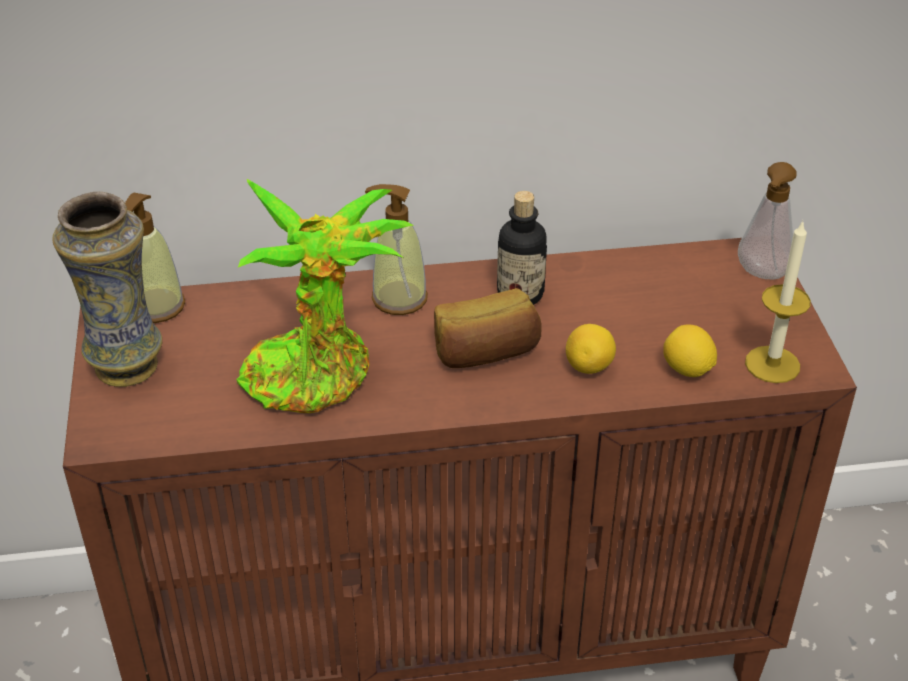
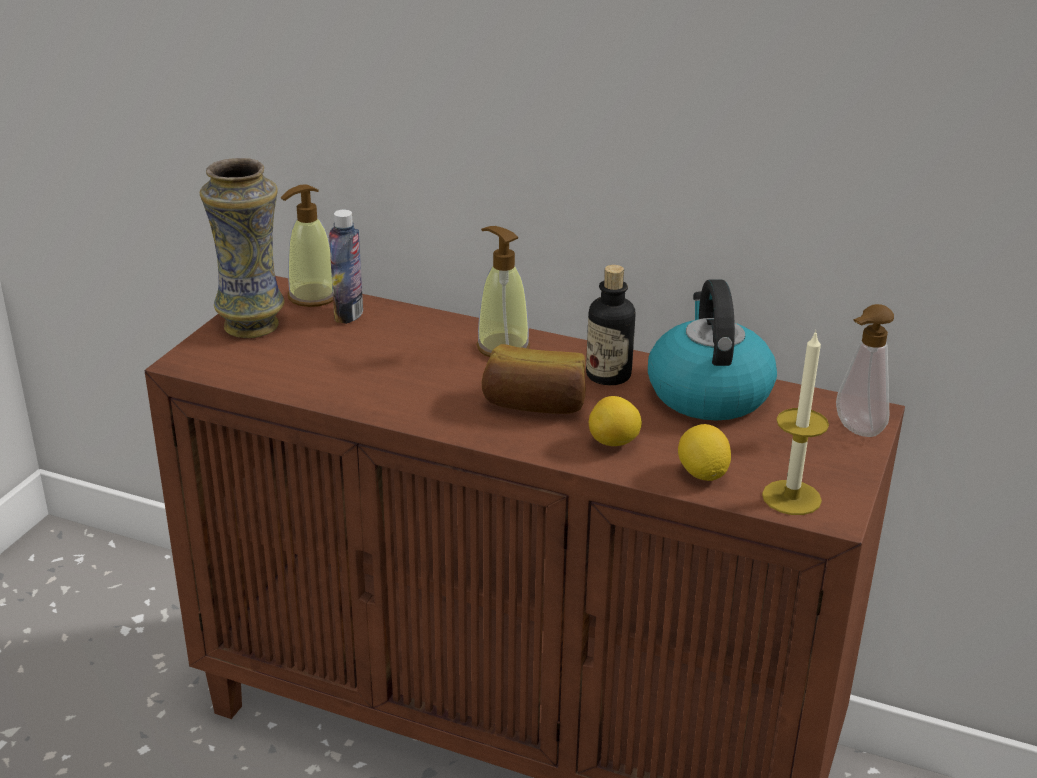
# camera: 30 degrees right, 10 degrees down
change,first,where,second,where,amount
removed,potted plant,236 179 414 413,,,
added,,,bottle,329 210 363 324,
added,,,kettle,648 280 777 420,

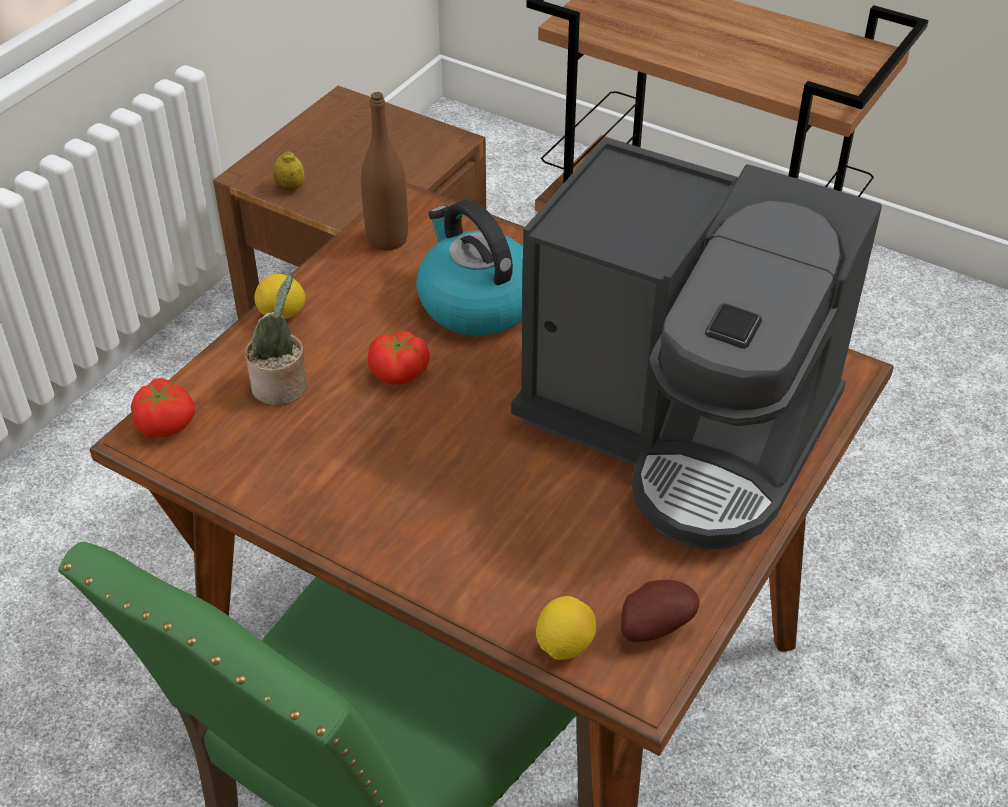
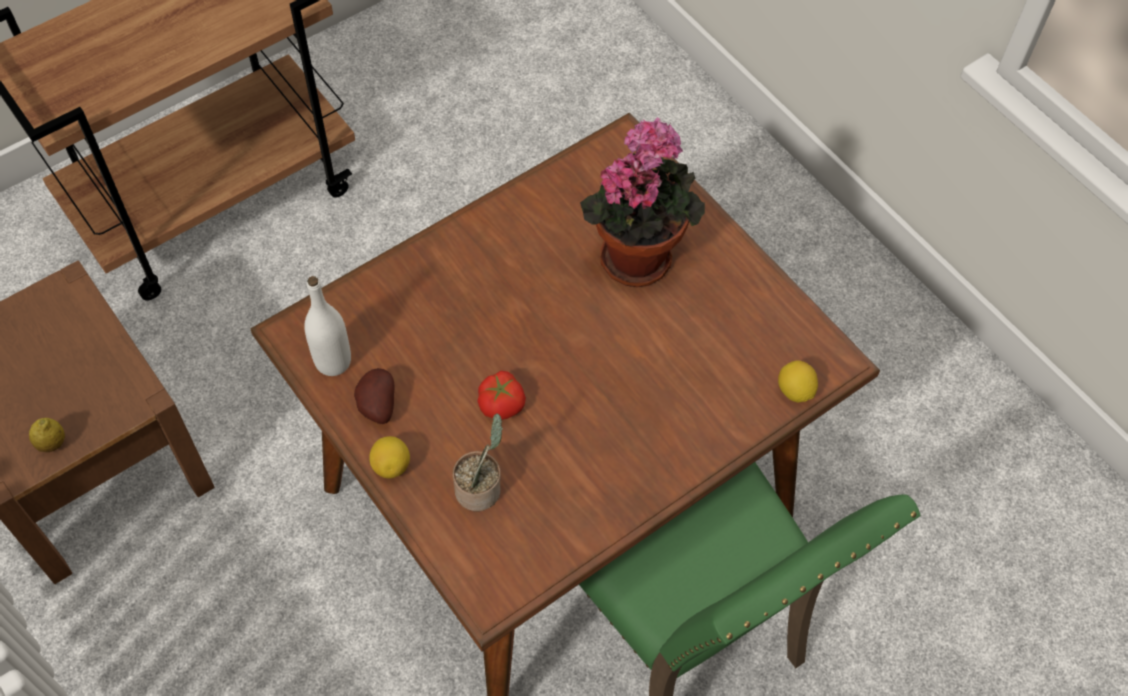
# camera: 70 degrees left, 15 degrees up
change,first,where,second,where,amount
removed,tomato,131 378 195 438,,,
recoloured,bottle (brown),361 92 408 250,bottle (white),304 276 351 376,
removed,kettle,416 199 523 336,,,
replaced,coffee machine,511 137 882 550,potted plant,580 117 705 287,
moved,potato,621 580 700 642,,354 368 395 424,

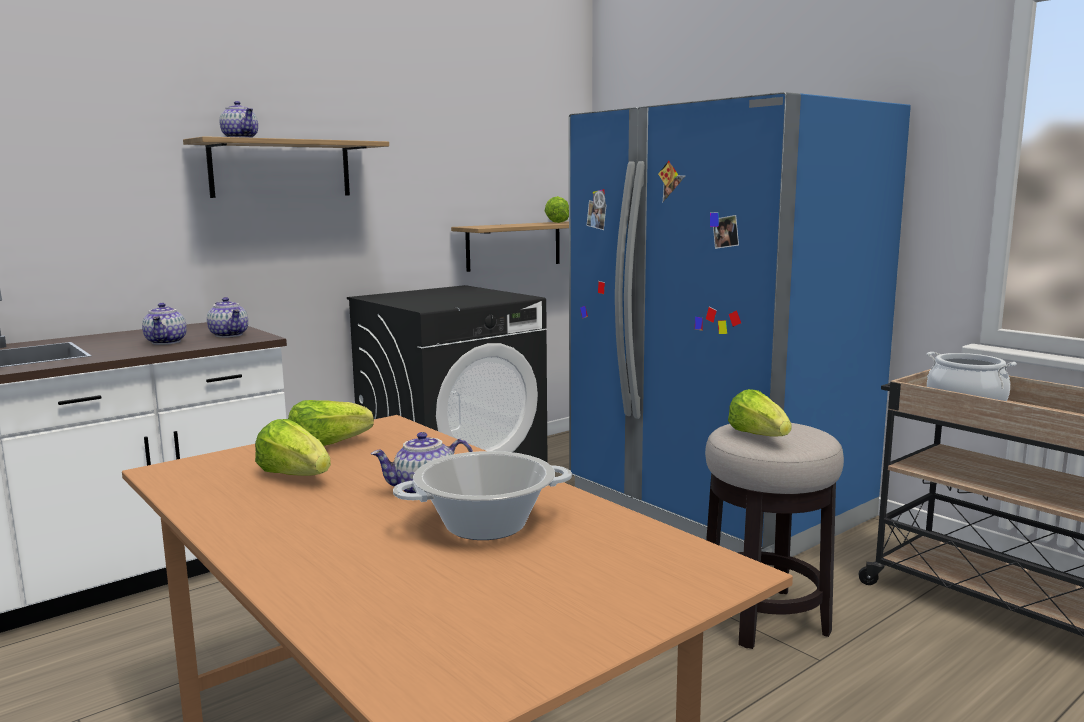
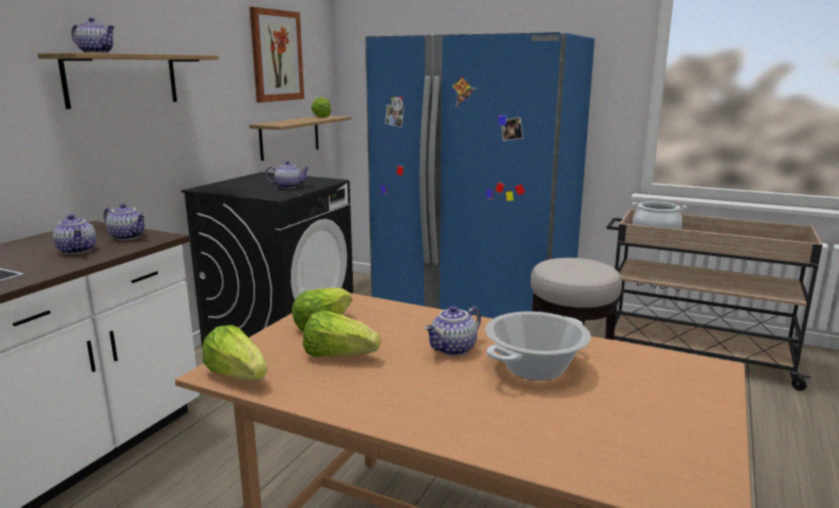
# camera: 25 degrees left, 5 degrees up
change,first,where,second,where,amount
moved,lettuce,728 389 792 437,,202 325 267 380,
added,,,picture,250 7 304 102,
added,,,teapot,265 161 310 189,

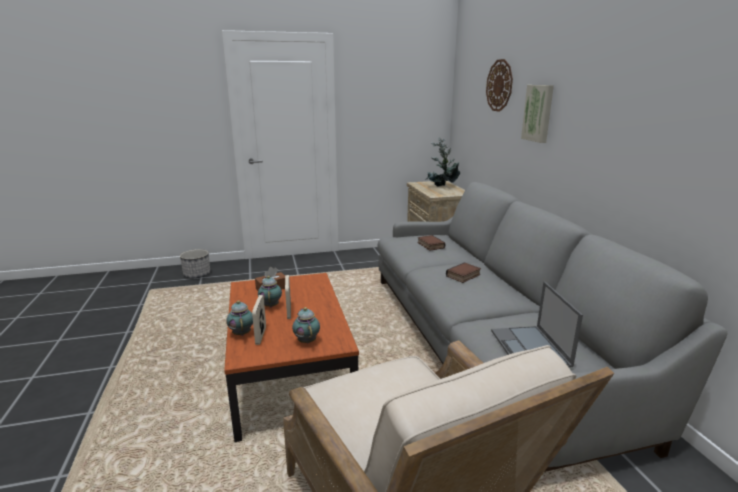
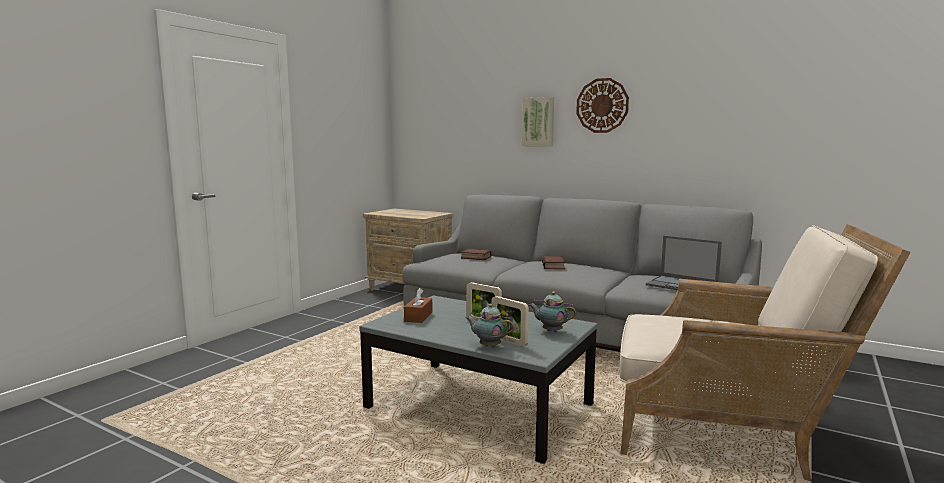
# camera: 45 degrees left, 10 degrees down
change,first,where,second,where,amount
removed,planter,180 249 210 278,,,
recoloured,coffee table (brown),224 273 359 442,coffee table (grey),359 295 598 464,
removed,teapot,258 276 282 308,,,
removed,potted plant,426 138 460 186,,,
moved,wall clock,486 59 513 112,,576 78 629 133,

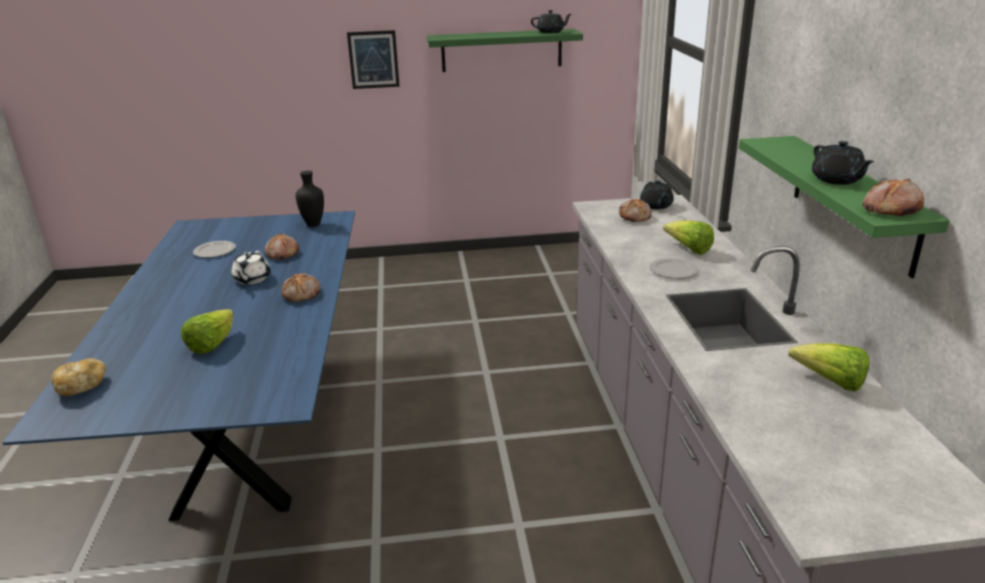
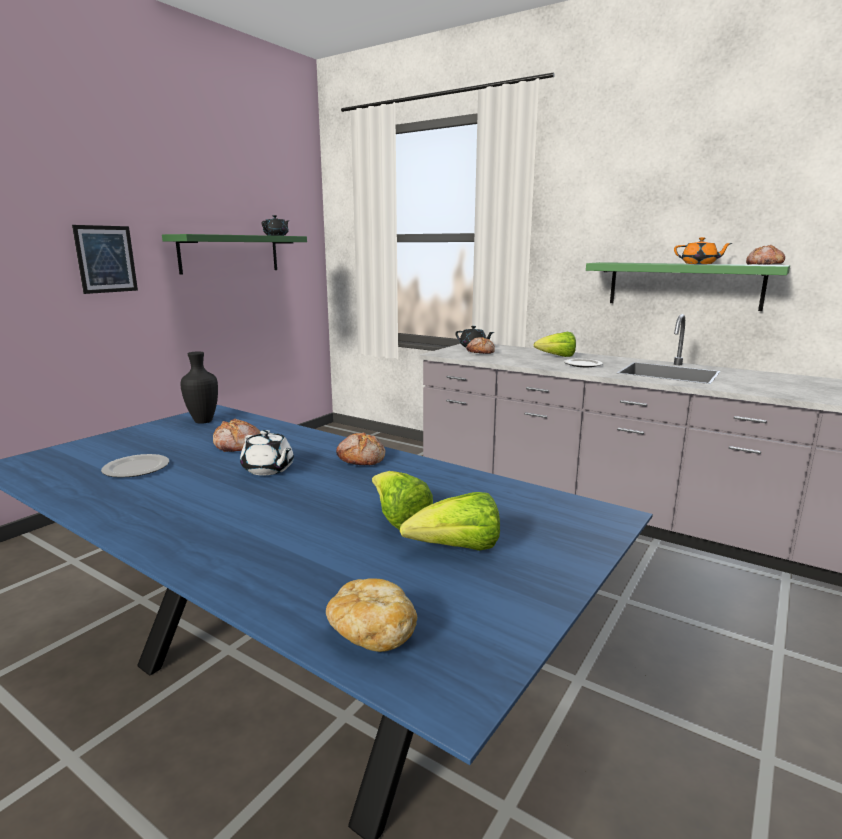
# camera: 50 degrees left, 10 degrees down
change,first,where,second,where,amount
moved,lettuce,788 343 869 392,,400 492 500 551,
recoloured,teapot (black),812 141 874 185,teapot (orange),674 237 732 264,

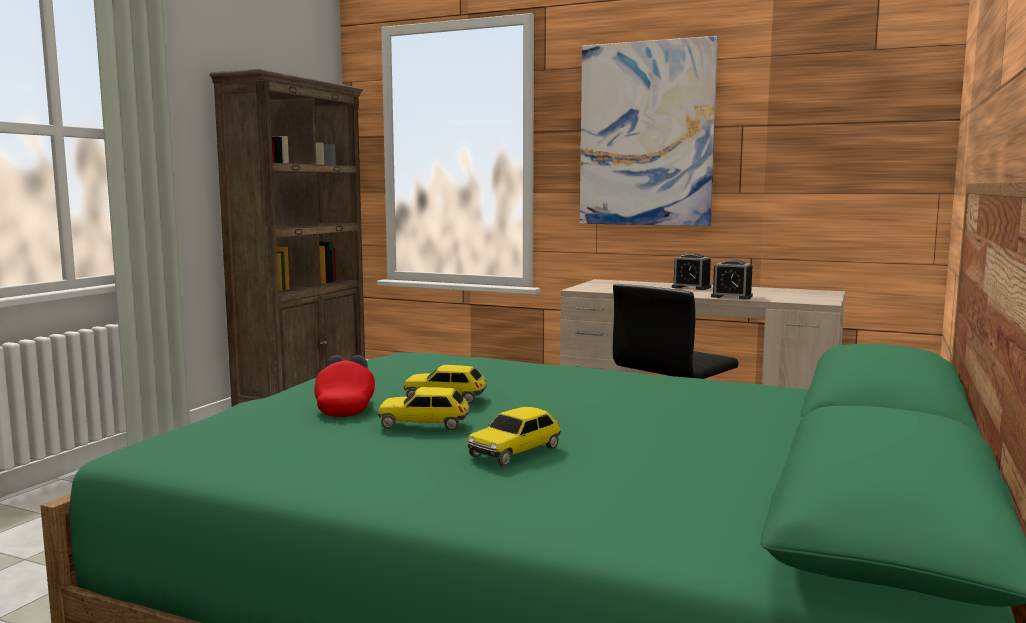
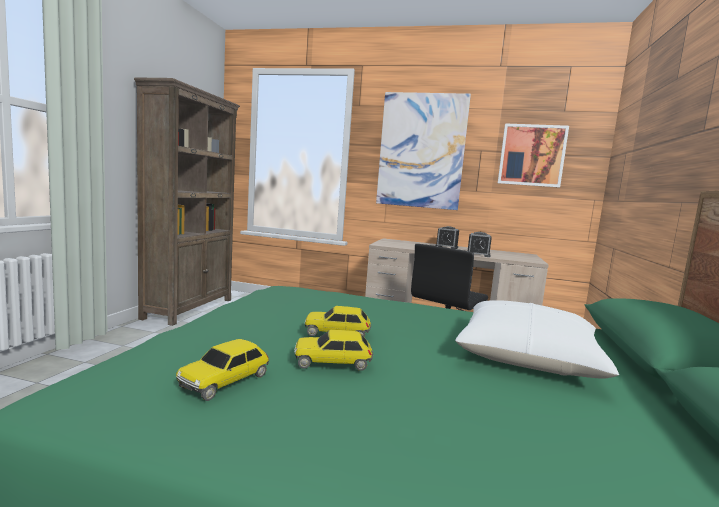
# camera: 10 degrees left, 0 degrees up
change,first,where,second,where,amount
removed,cap (red),314 355 375 417,,,
moved,toy car,467 407 561 466,,176 339 270 401,
added,,,pillow (white),455 300 619 379,
added,,,picture,498 123 569 187,

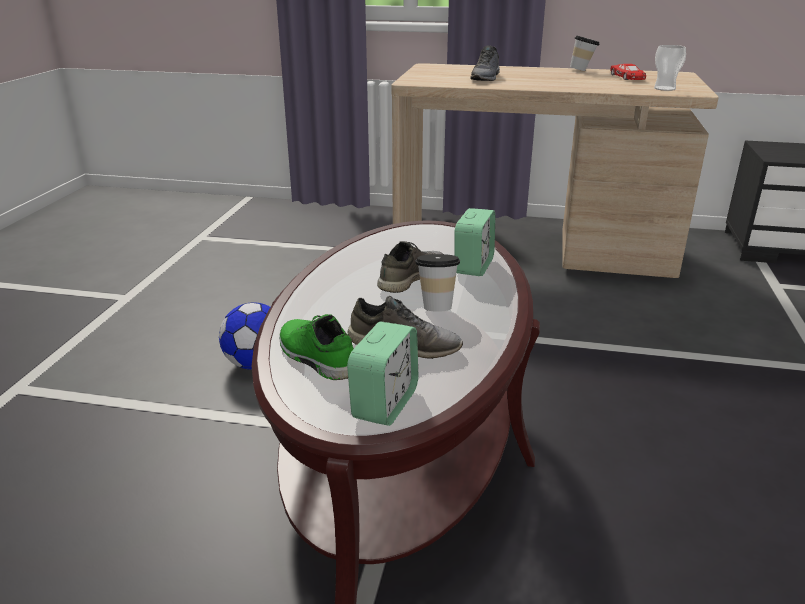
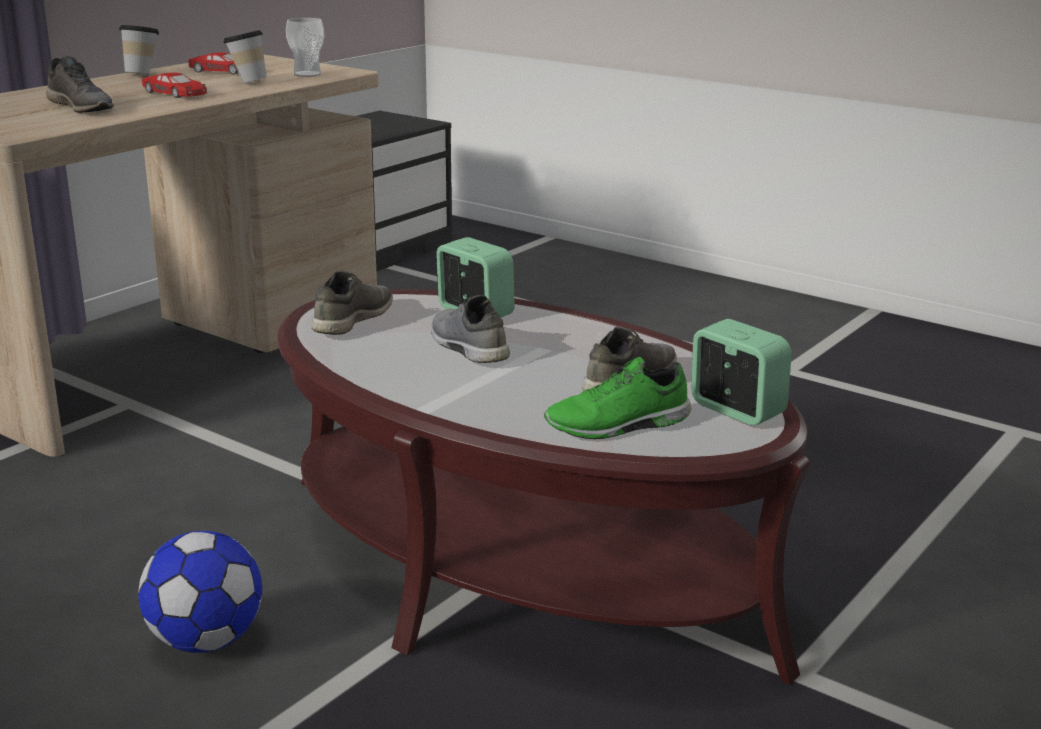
# camera: 65 degrees left, 5 degrees down
change,first,where,second,where,amount
moved,cup,415 254 460 312,,223 30 267 83,
added,,,toy car (red),142 72 207 98,
added,,,shoe (grey),311 271 393 335,

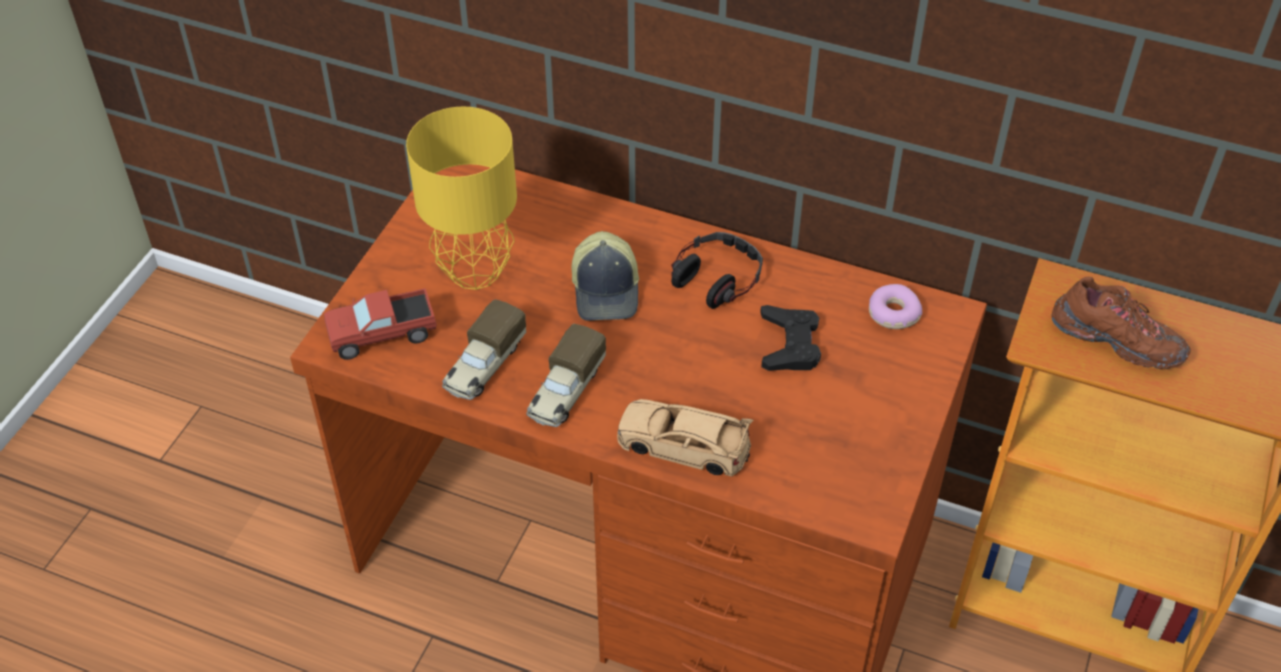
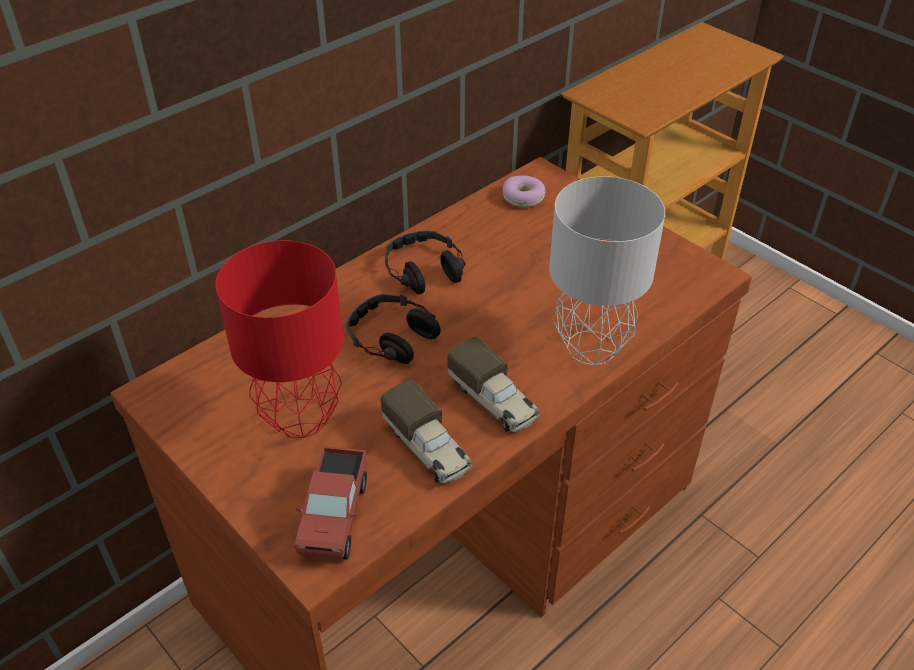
# camera: 65 degrees left, 5 degrees down
change,first,where,second,where,amount
recoloured,table lamp (yellow),406 107 517 290,table lamp (red),215 240 343 438,
replaced,cap,572 231 639 321,headphones,346 294 441 364,
replaced,toy car (beige),617 399 753 477,table lamp (grey),549 176 665 365,
removed,game controller (black),760 305 821 371,,,
removed,shoe (brown),1051 277 1190 369,,,

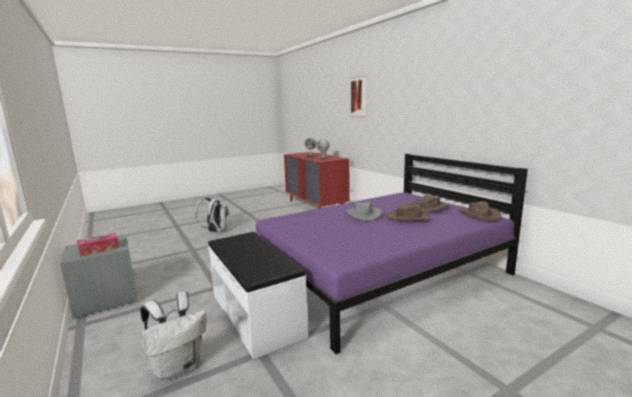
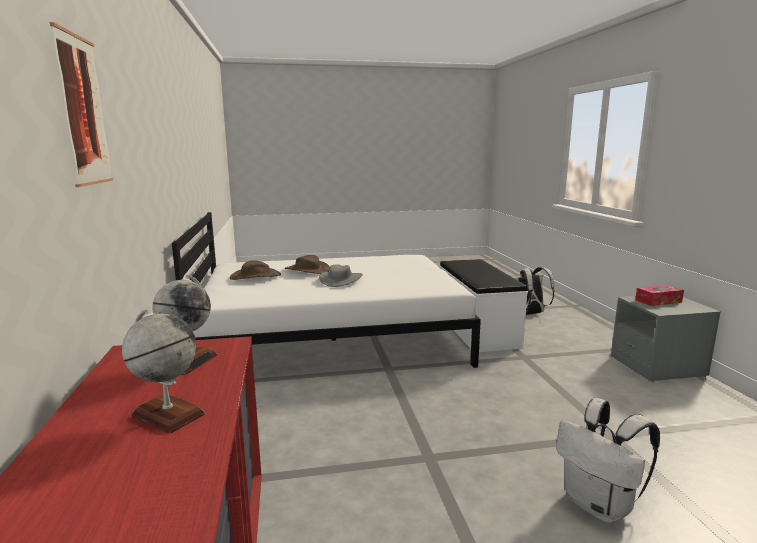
# camera: 160 degrees left, 0 degrees up
change,first,where,second,where,amount
recoloured,bed (purple),256 153 528 354,bed (white),172 212 481 368,
removed,hat (brown),459 201 502 221,,,

